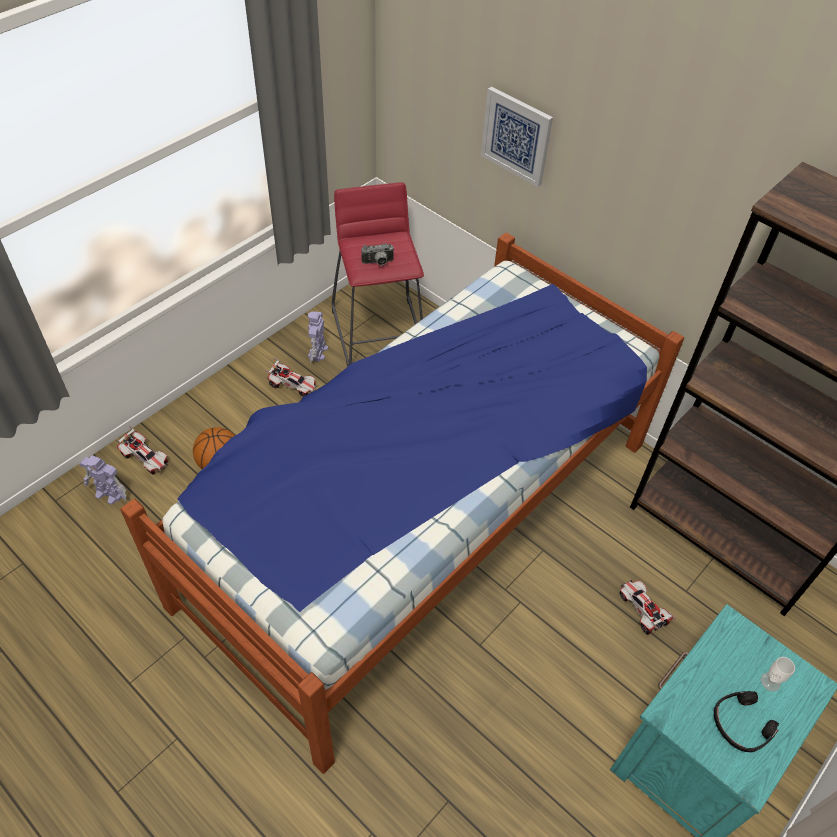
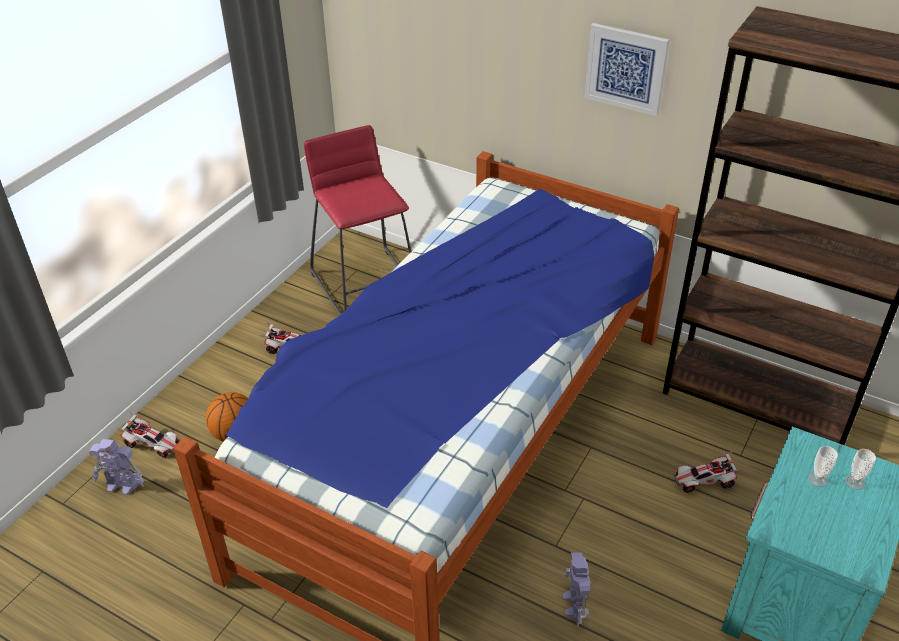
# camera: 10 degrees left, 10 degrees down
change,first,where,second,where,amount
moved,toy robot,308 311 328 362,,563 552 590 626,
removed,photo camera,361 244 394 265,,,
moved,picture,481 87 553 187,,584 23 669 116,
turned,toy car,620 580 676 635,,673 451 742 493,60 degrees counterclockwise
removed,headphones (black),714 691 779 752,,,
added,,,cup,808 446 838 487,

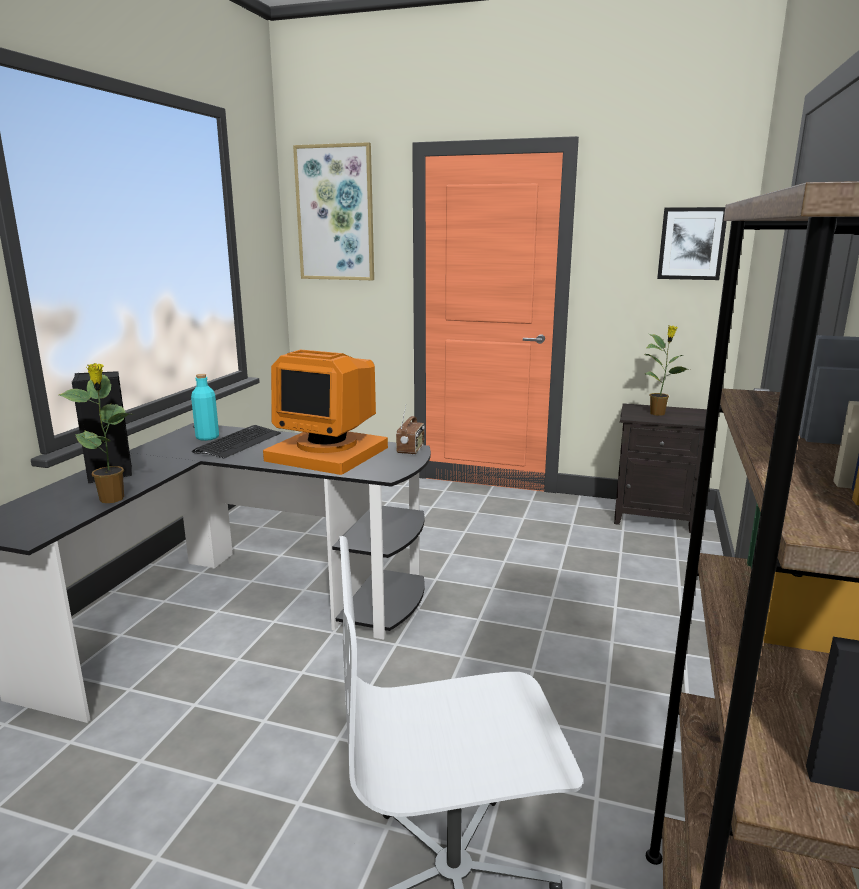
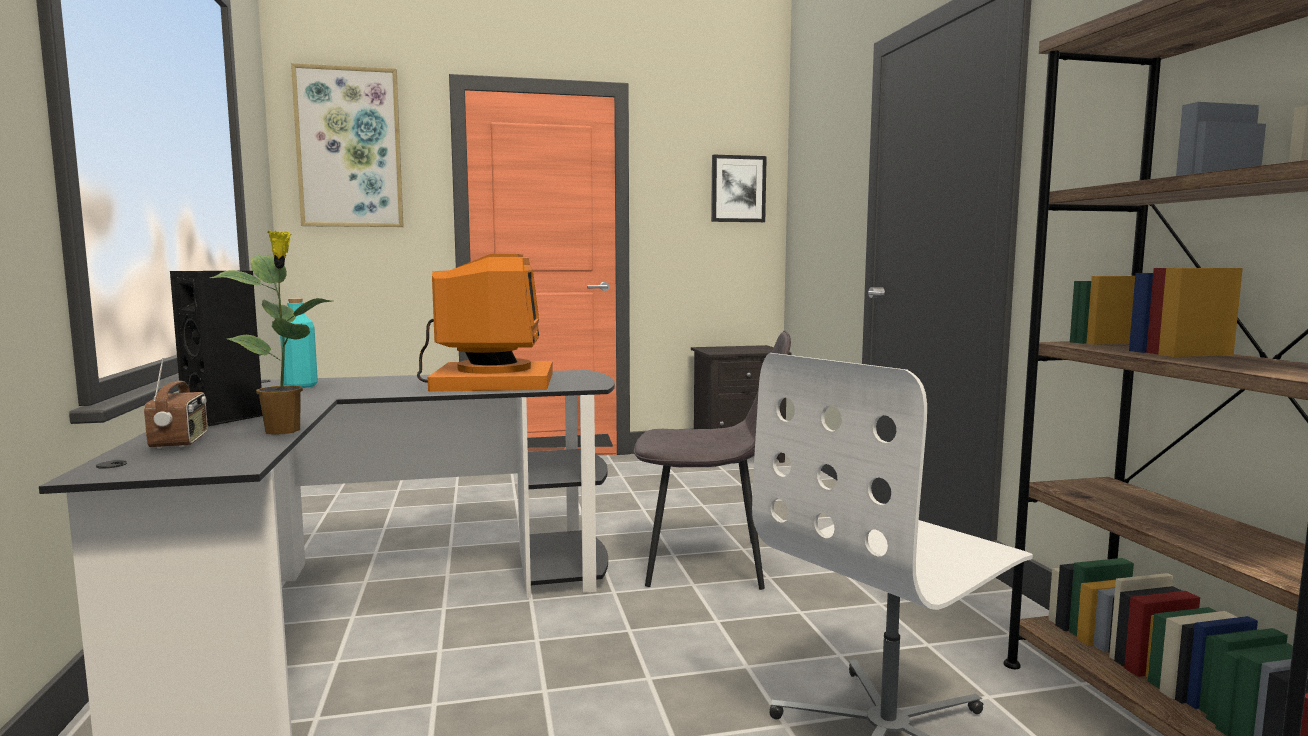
# camera: 30 degrees left, 10 degrees down
change,first,where,second,where,amount
removed,keyboard,192 425 281 459,,,
turned,monitor,263 349 388 475,,417 254 553 392,90 degrees counterclockwise
moved,radio,396 406 425 455,,144 358 208 449,
removed,potted plant,643 325 690 416,,,
added,,,chair (grey),634 330 791 590,

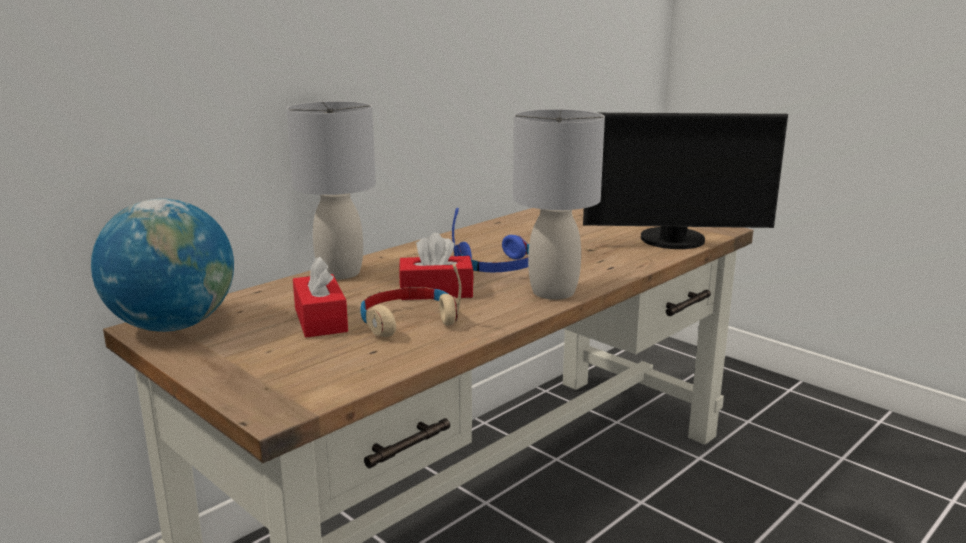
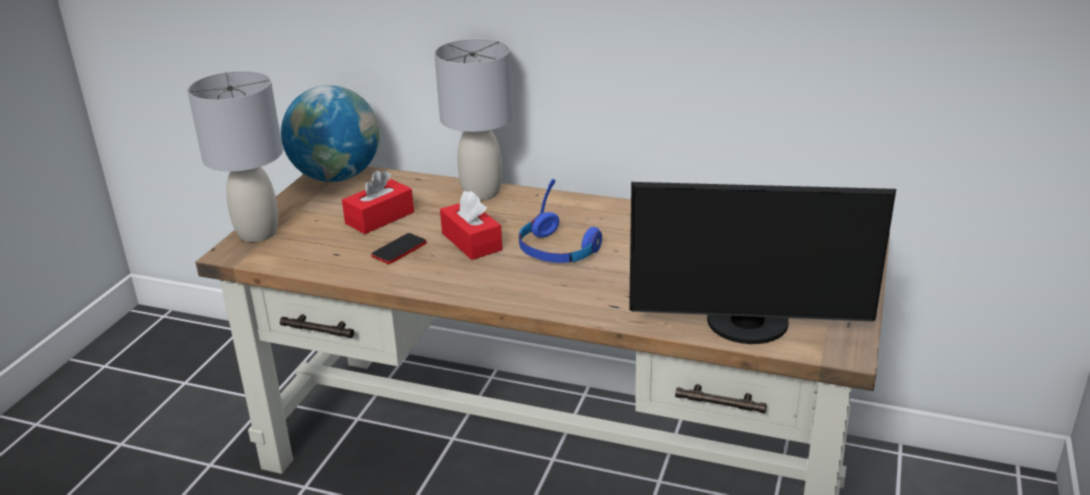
# camera: 65 degrees right, 10 degrees up
change,first,where,second,where,amount
replaced,headphones (beige),360 264 462 337,phone,371 233 427 264,
moved,table lamp (grey),513 109 605 300,,188 71 283 242,
turned,monitor,583 113 788 249,,629 182 896 344,60 degrees counterclockwise

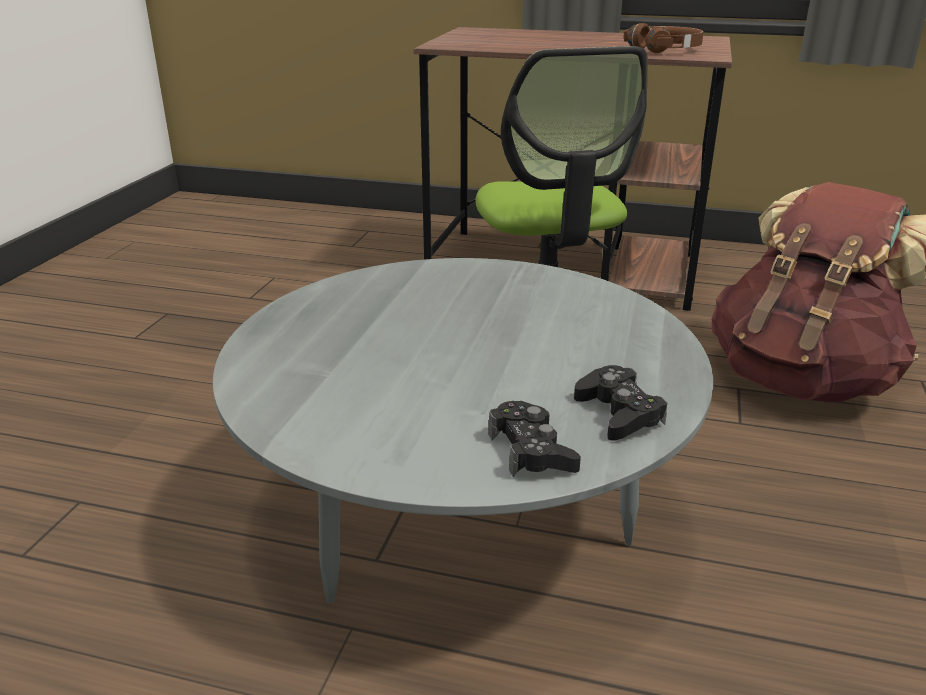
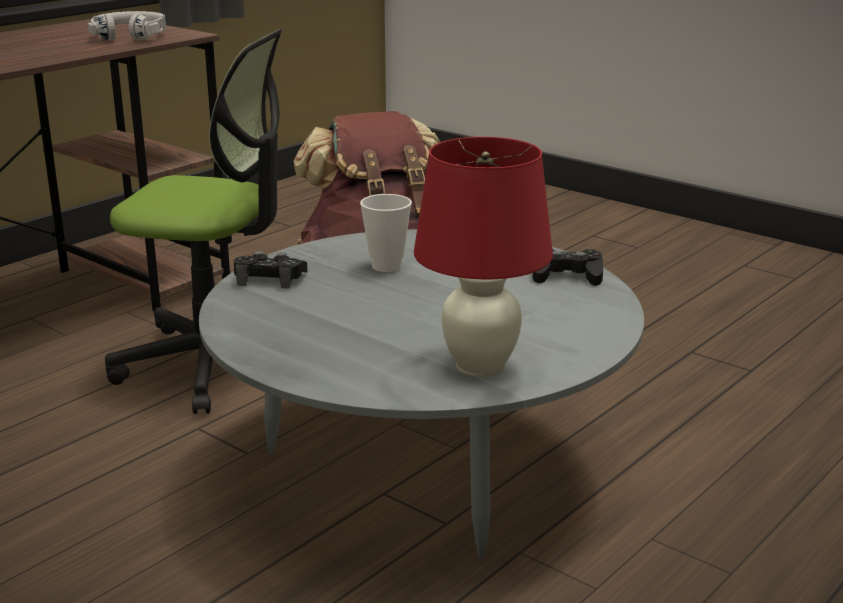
# camera: 65 degrees left, 5 degrees down
change,first,where,second,where,amount
moved,game controller (black),488 401 581 477,,234 251 307 289,
recoloured,headphones (brown),623 23 704 53,headphones (white),88 11 166 41,
added,,,cup,360 194 412 272,
added,,,table lamp (red),414 137 553 377,

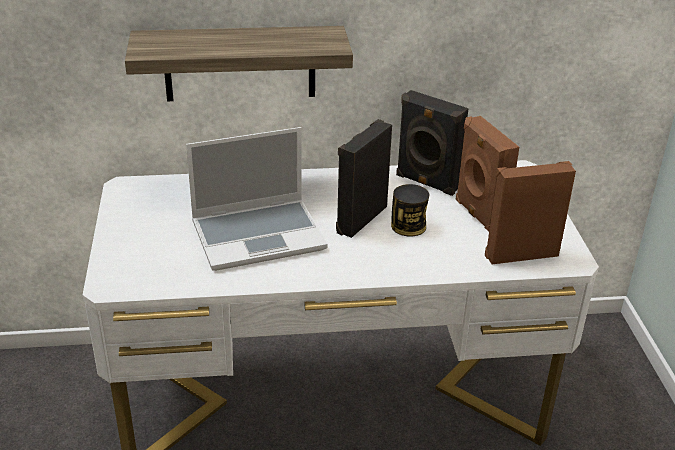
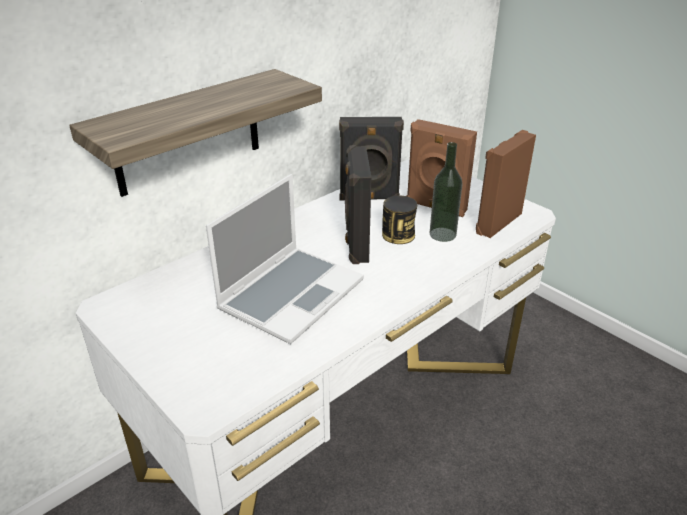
# camera: 35 degrees left, 0 degrees up
change,first,where,second,where,amount
added,,,bottle,430 142 462 242,

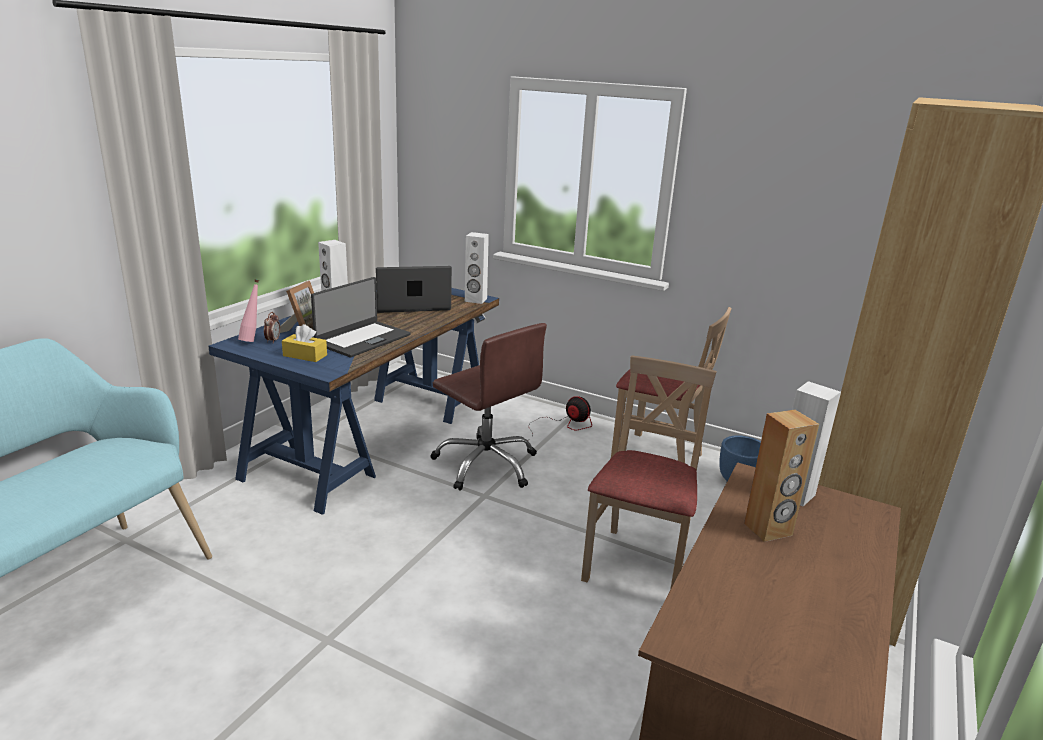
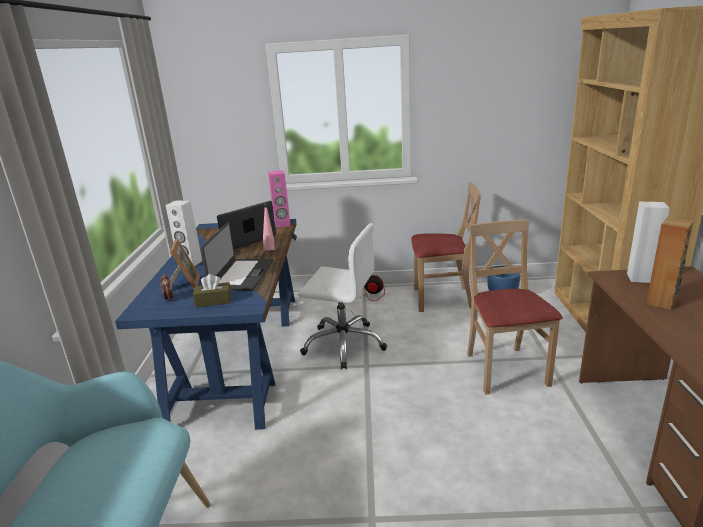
# camera: 25 degrees left, 0 degrees up
change,first,where,second,where,amount
moved,bottle (pink),238 280 259 342,,263 204 275 251,
recoloured,tissue box (yellow),282 324 327 362,tissue box (brown),193 274 232 308,
recoloured,office chair (brown),430 323 547 491,office chair (white),298 223 387 369,
recoloured,speaker (white),465 232 489 304,speaker (pink),268 170 291 228,

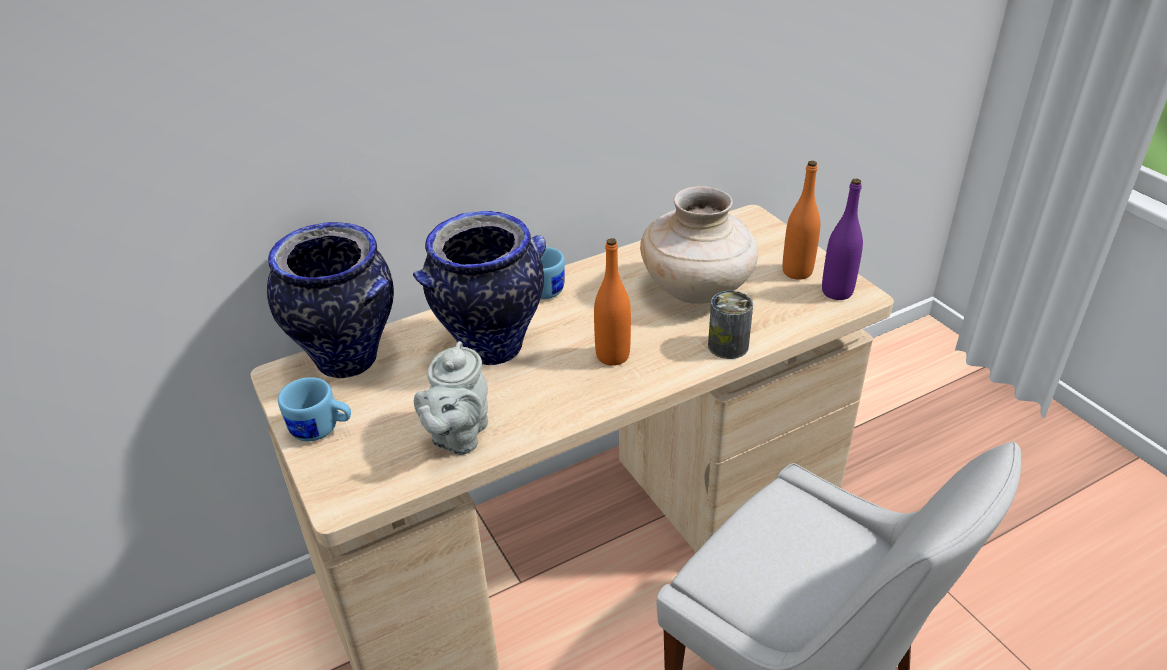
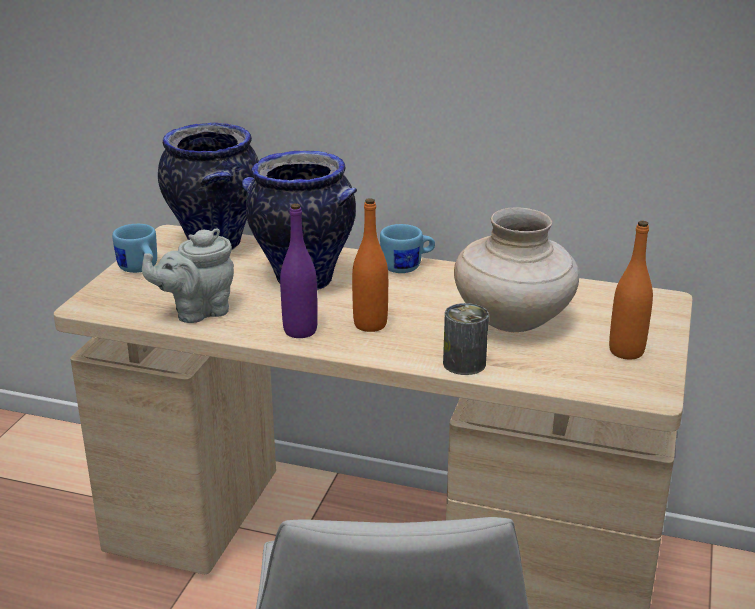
# camera: 45 degrees right, 10 degrees down
change,first,where,second,where,amount
moved,bottle (purple),822 179 863 300,,280 204 318 338,

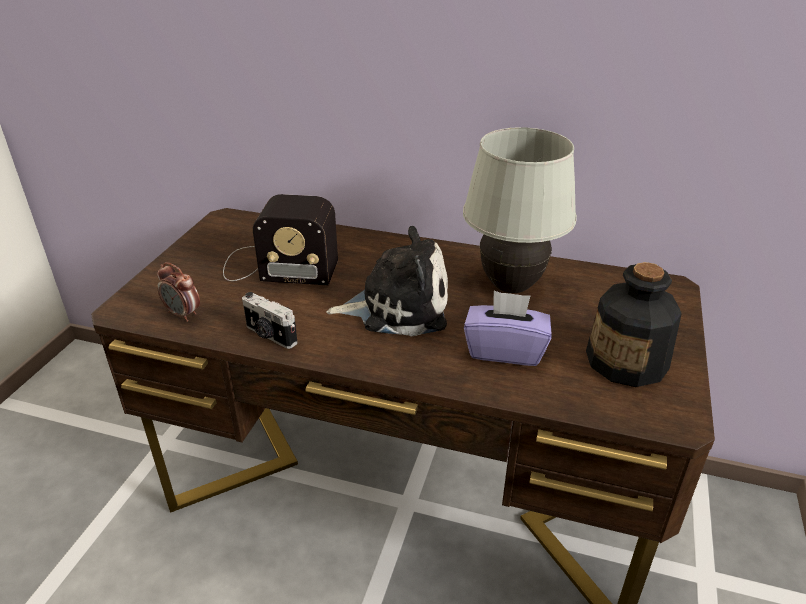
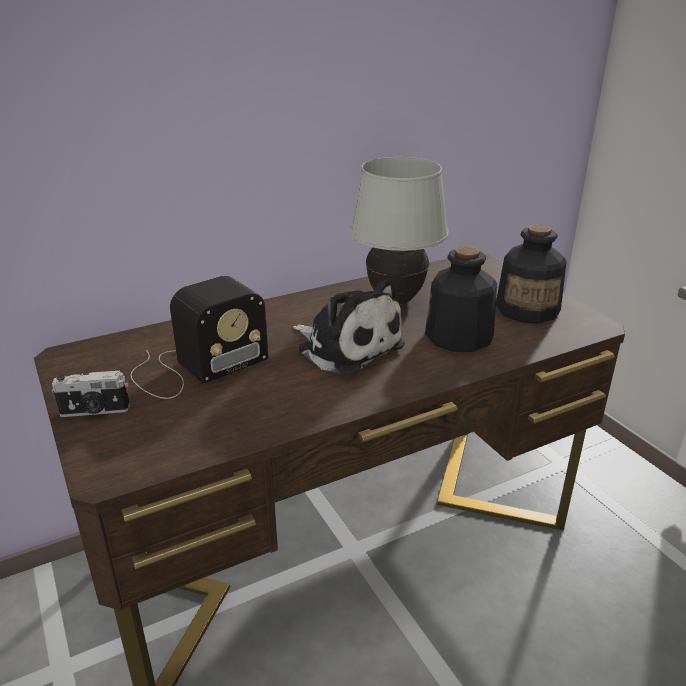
# camera: 45 degrees left, 5 degrees down
change,first,where,second,where,amount
removed,alarm clock,157 262 200 322,,,
moved,photo camera,242 292 298 349,,52 371 130 417,
turned,plush toy,326 226 448 337,,293 278 405 376,90 degrees clockwise
replaced,tissue box (purple),464 291 552 366,bottle,425 246 497 352,

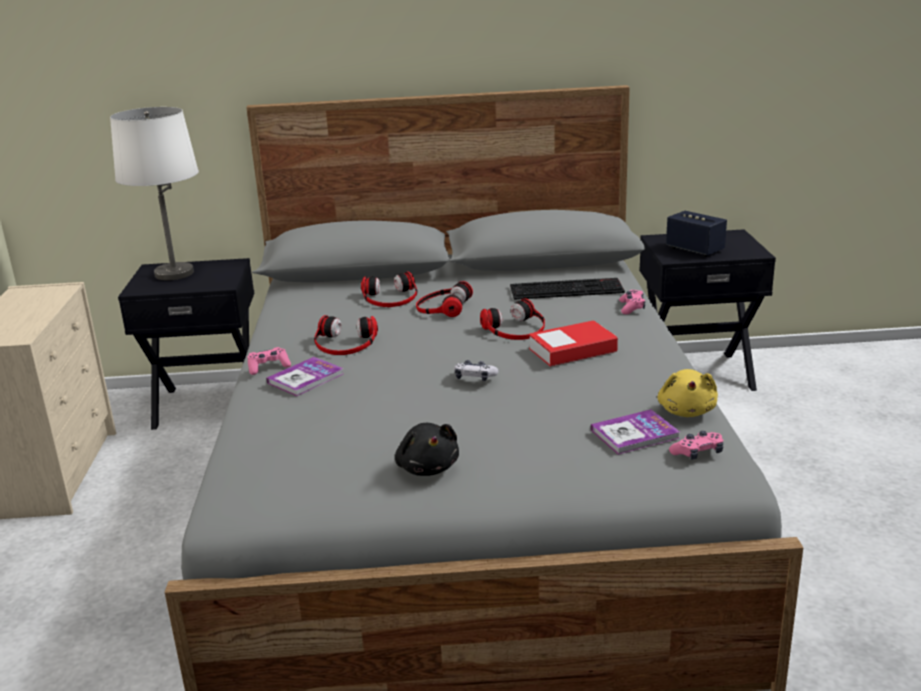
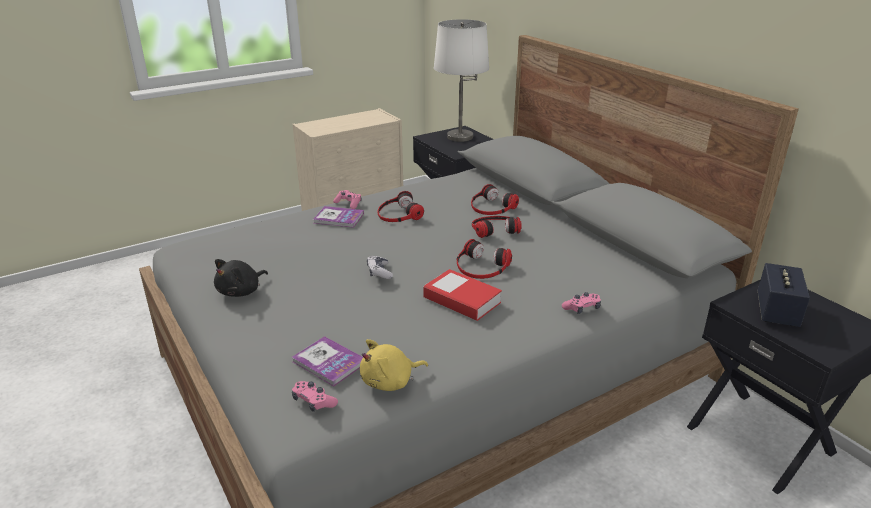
# camera: 60 degrees right, 5 degrees up
change,first,where,second,where,amount
removed,keyboard,510 278 625 300,,,

